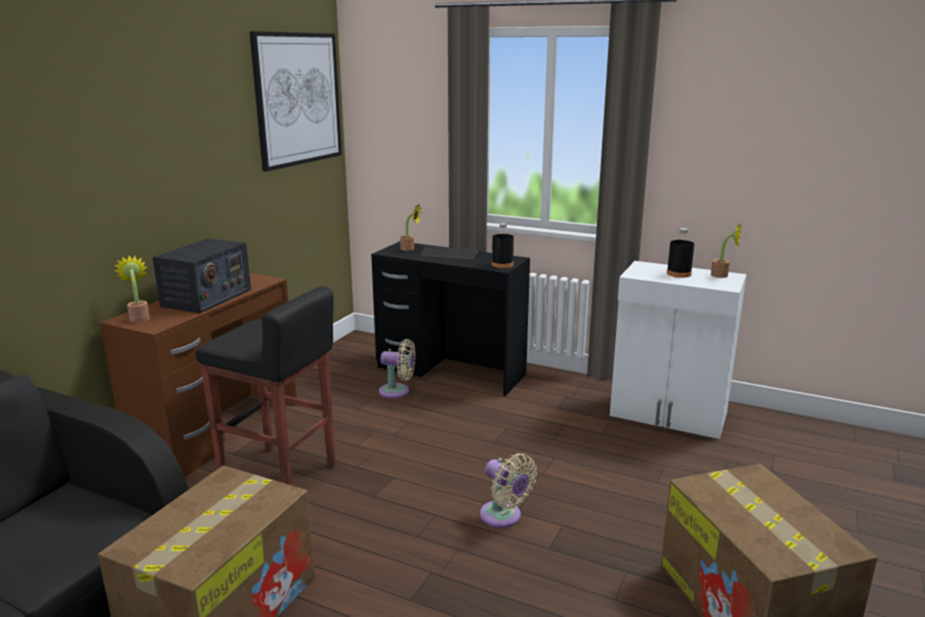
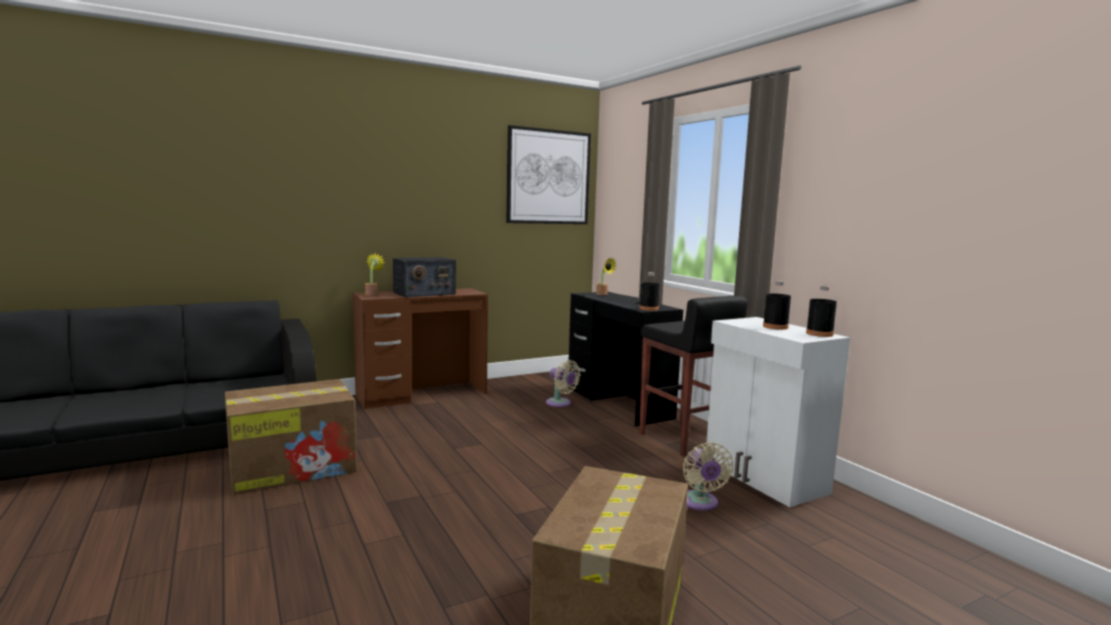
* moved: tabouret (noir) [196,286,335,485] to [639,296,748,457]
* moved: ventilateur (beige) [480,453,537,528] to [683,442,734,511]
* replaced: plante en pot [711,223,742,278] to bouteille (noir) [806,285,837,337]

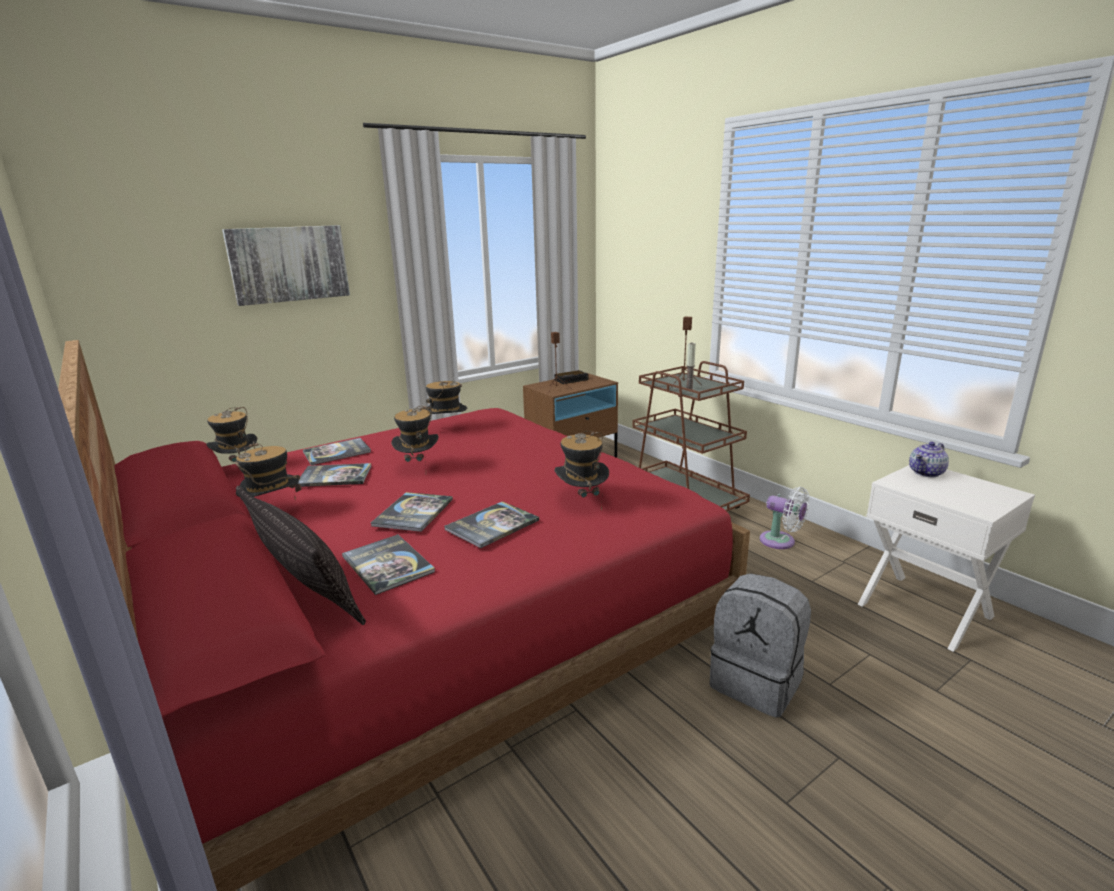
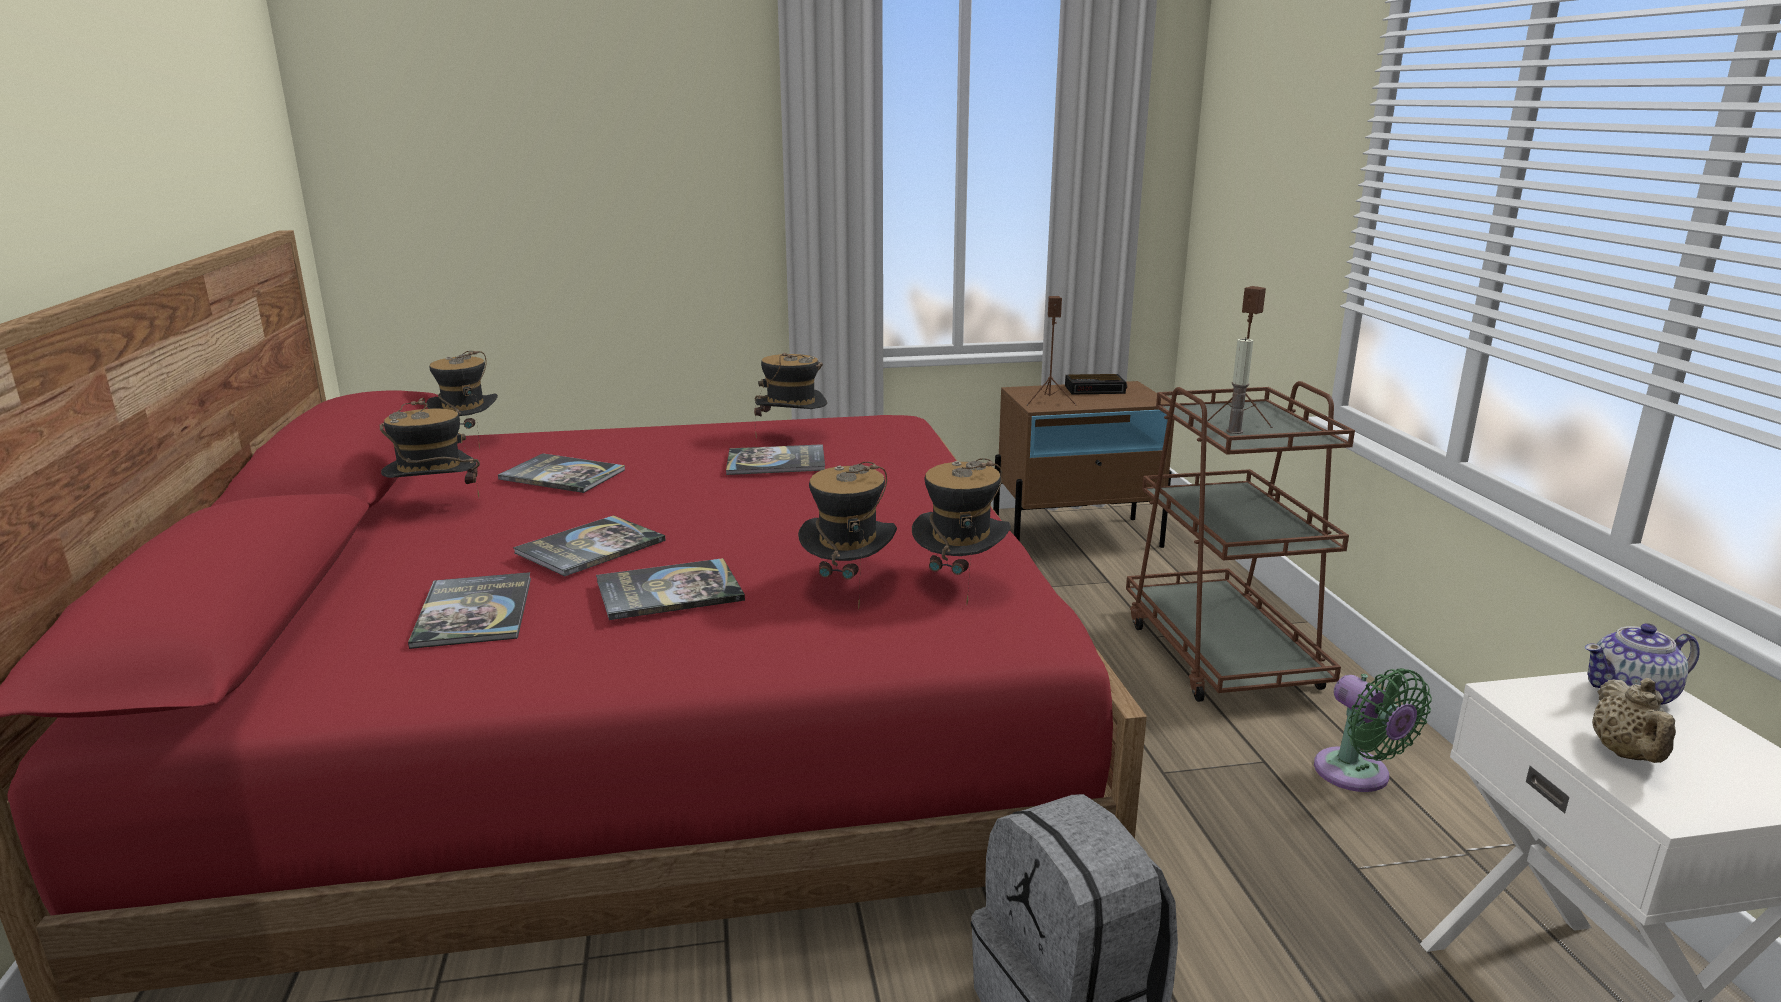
* removed: tableau [222,225,350,306]
* removed: coussin [236,486,366,625]
* moved: livre [303,438,371,465] to [726,444,825,475]
* moved: chapeau [391,406,439,464] to [912,458,1011,604]
* recoloured: ventilateur (blanc) [760,487,810,549] to ventilateur (vert) [1314,668,1432,792]
* added: théière (beige) [1592,678,1676,763]

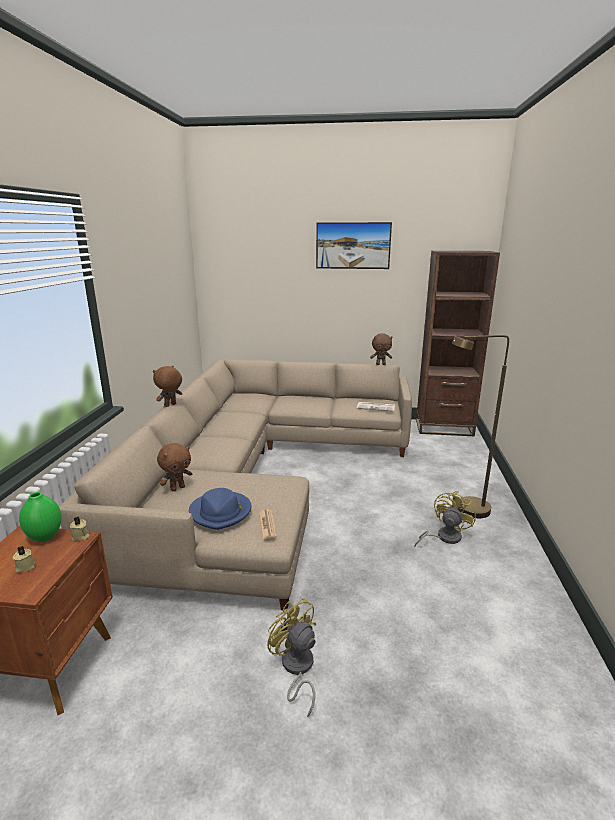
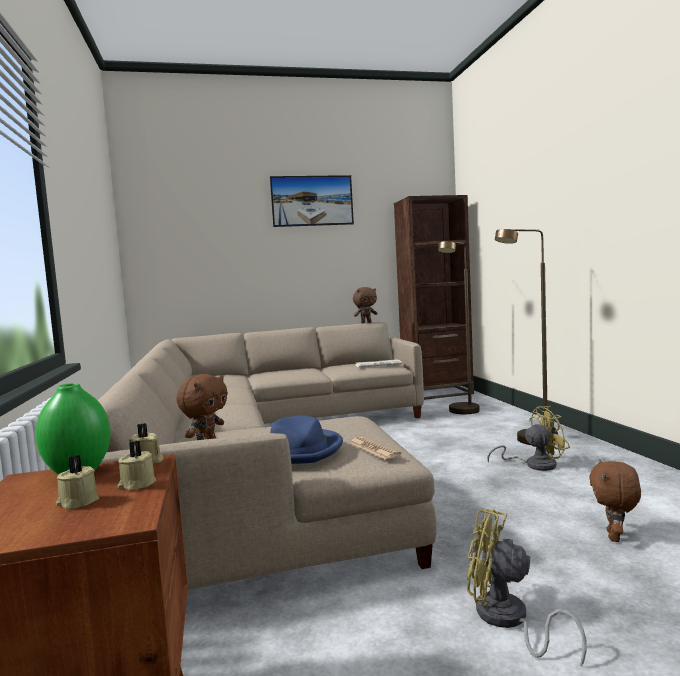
* moved: peluche (marron) [153,366,182,407] to [589,459,641,542]
* turned: ventilateur (jaune) [414,491,476,546] = [487,406,570,471] 60 degrees clockwise
* added: bougie (beige) [117,441,156,491]
* added: lampadaire (marron) [438,241,480,414]

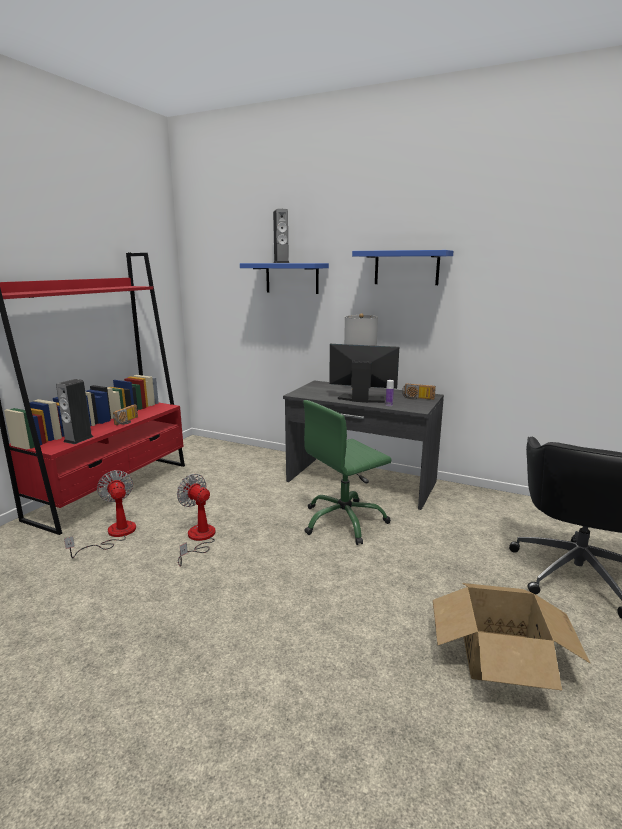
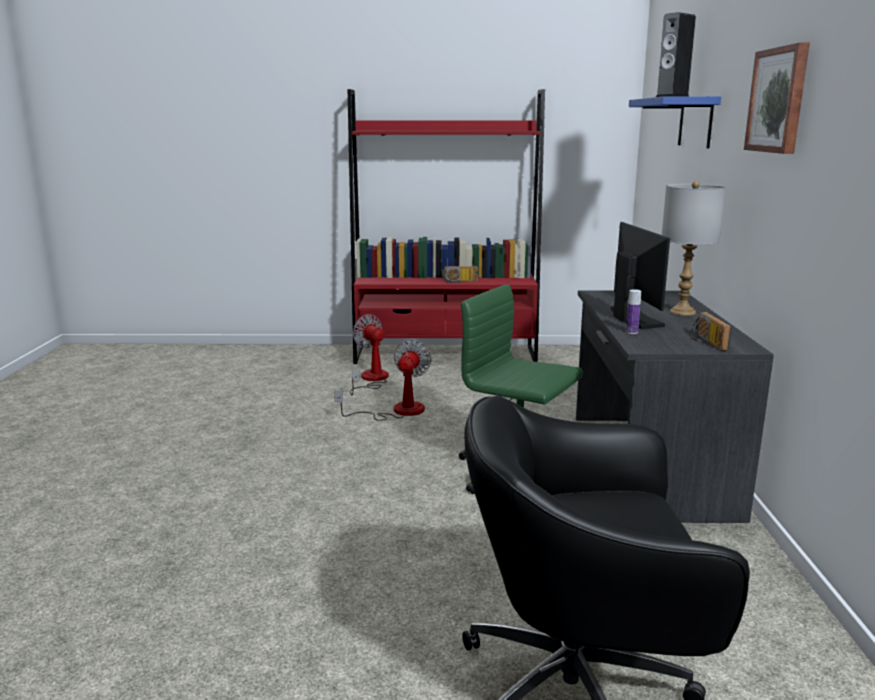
* removed: enceinte [56,379,93,444]
* turned: ventilateur [64,470,136,558] = [350,314,389,395] 75 degrees counterclockwise
* replaced: étagère (bleu) [352,250,454,285] to tableau [744,43,810,154]
* removed: carton [433,583,591,691]

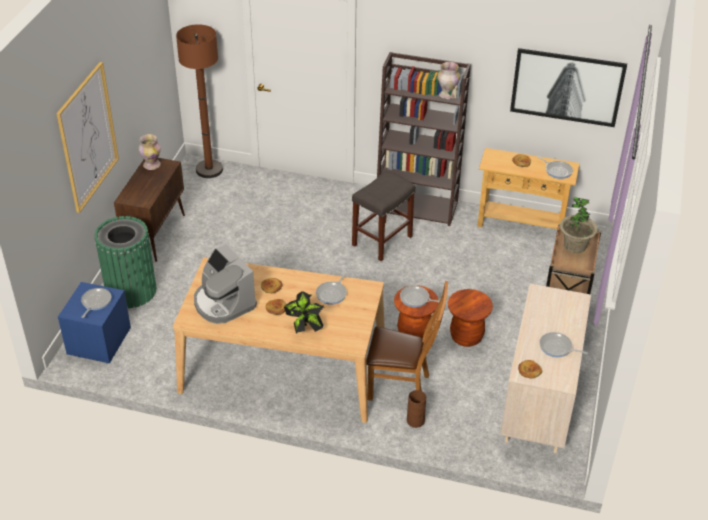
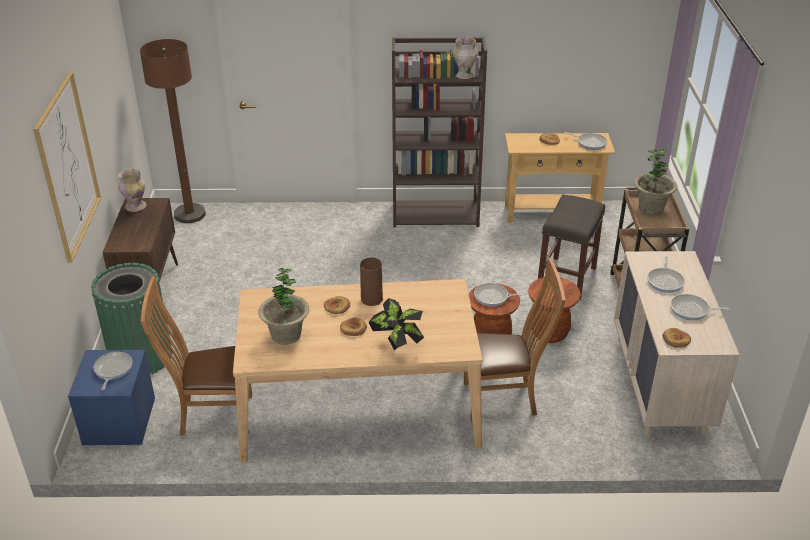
* replaced: machine à café [194,245,257,324] to plante en pot [258,268,309,345]
* moved: poêle [316,272,347,305] to [647,256,685,293]
* moved: tabouret (gris) [352,170,416,261] to [538,195,605,300]
* moved: vase (marron) [407,390,426,428] to [360,257,383,306]
* removed: tableau [510,48,627,127]
* added: chaise (marron) [141,276,252,436]

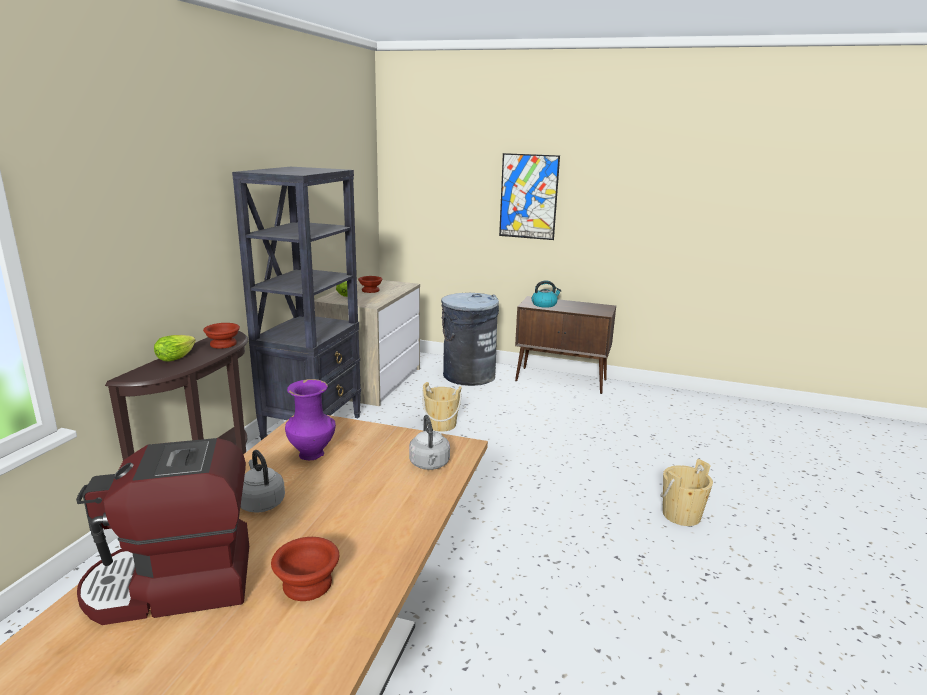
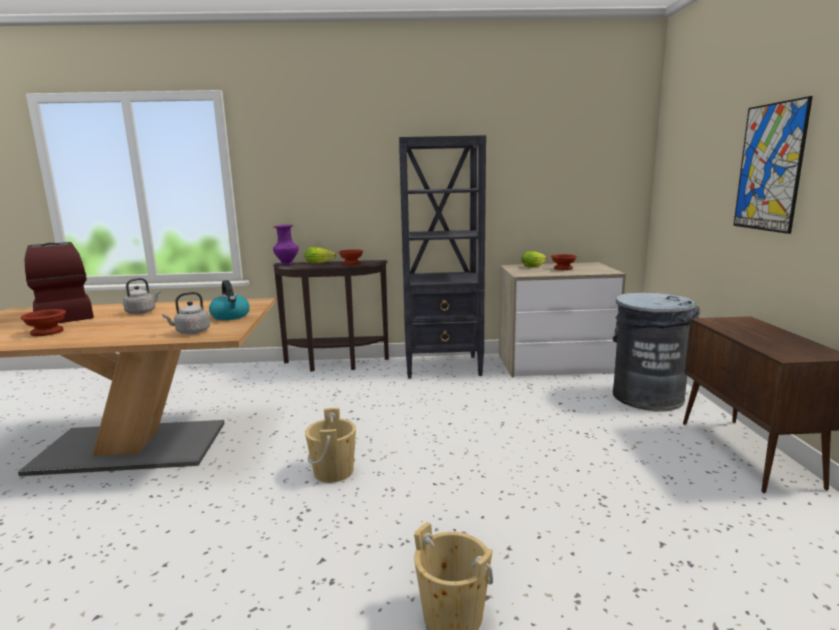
* moved: vase (violet) [285,379,336,460] to [273,225,299,265]
* moved: seau (beige) [422,382,462,432] to [305,408,356,483]
* moved: bouilloire [532,280,562,308] to [209,280,250,320]

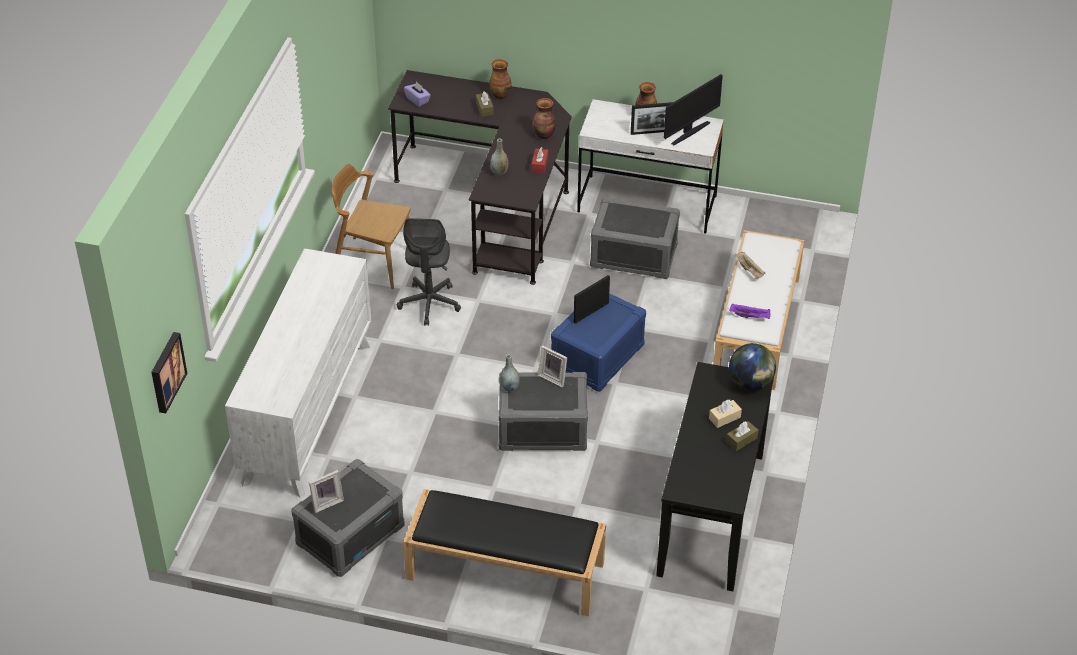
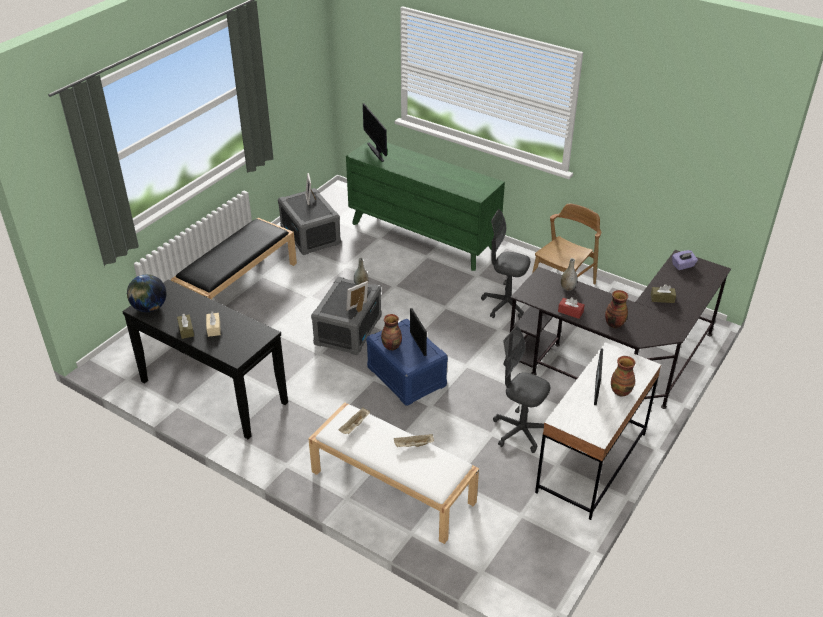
* removed: tableau [151,332,187,413]
* recoloured: commode (blanc) [225,248,371,498] to commode (vert) [346,139,505,271]
* moved: vase [489,59,512,99] to [381,314,402,350]
* replaced: boîte de rangement (gris) [590,198,680,279] to chaise de bureau (gris) [493,326,550,453]
* moved: écran d'ordinateur [664,74,723,145] to [363,103,387,162]
* moved: globe [729,343,776,390] to [127,274,166,312]
* recoloured: plateau (violet) [730,304,771,319] to plateau (beige) [339,407,370,435]

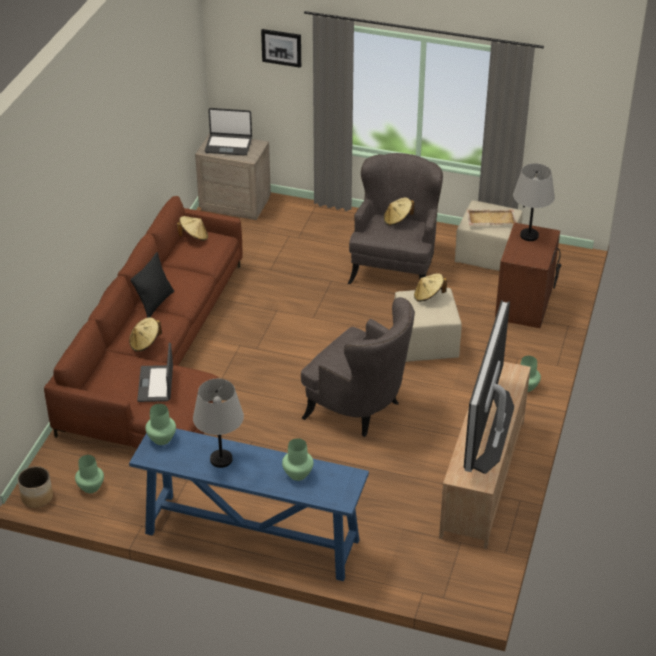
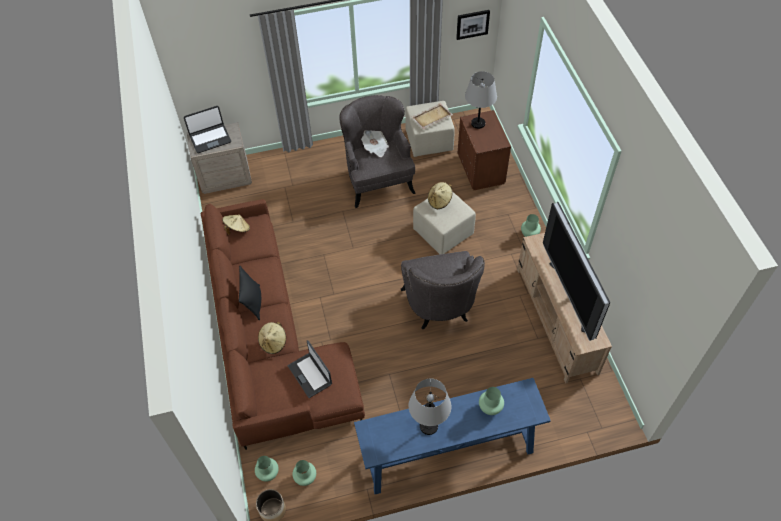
* moved: vase (vert) [145,404,176,445] to [255,456,279,482]
* moved: tableau [261,29,301,68] to [456,10,490,40]
* turned: fauteuil (gris) [301,297,415,437] = [401,251,485,329] 75 degrees clockwise
* replaced: chapeau (beige) [384,197,414,226] to journal [361,130,389,157]

